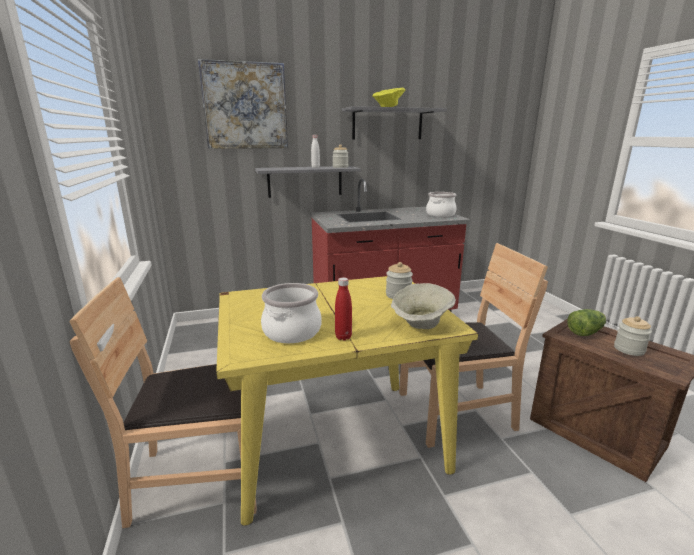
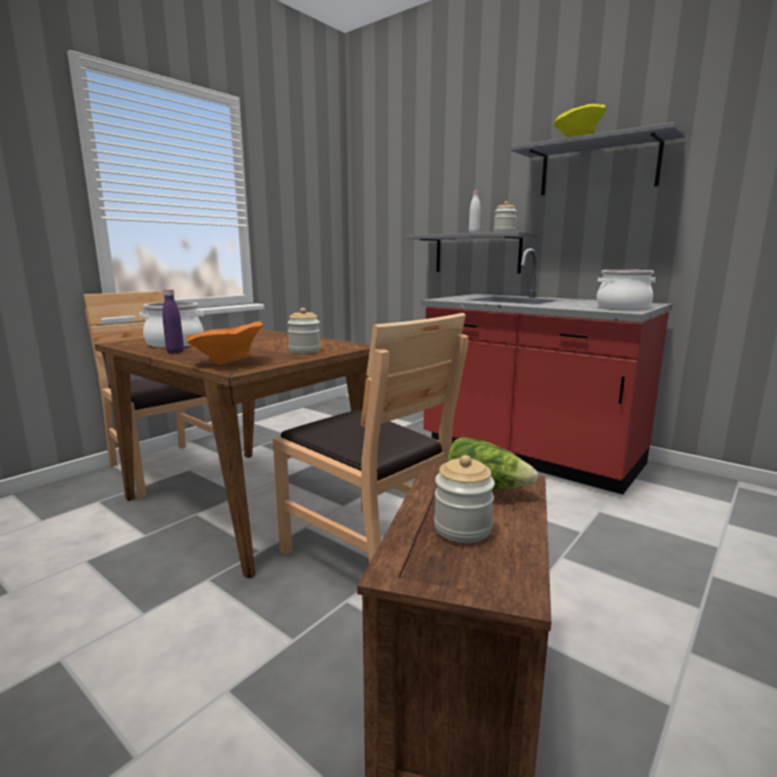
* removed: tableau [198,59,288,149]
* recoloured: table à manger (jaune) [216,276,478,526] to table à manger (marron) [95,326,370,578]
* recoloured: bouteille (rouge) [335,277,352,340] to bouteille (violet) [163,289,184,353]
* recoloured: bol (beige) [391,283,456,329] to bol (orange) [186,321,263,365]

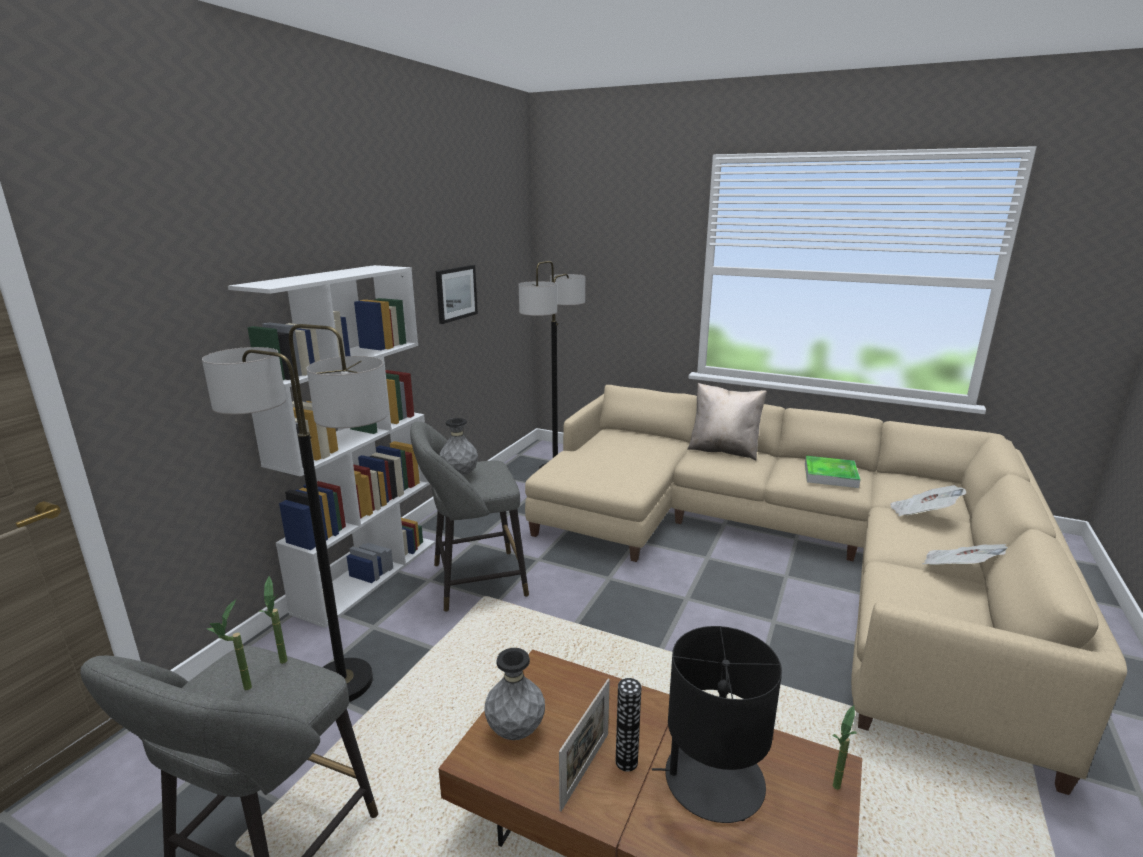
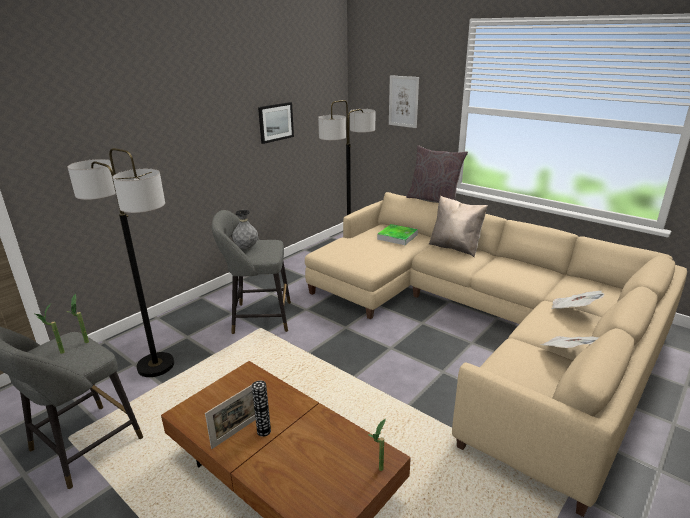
* removed: bibliothèque (blanc) [228,265,435,628]
* removed: vase (gris) [484,648,545,740]
* removed: lampe de table (noir) [652,626,782,823]
* moved: plateau [805,456,861,488] to [377,224,418,245]
* added: tableau [389,75,419,128]
* added: coussin (gris) [406,145,468,202]

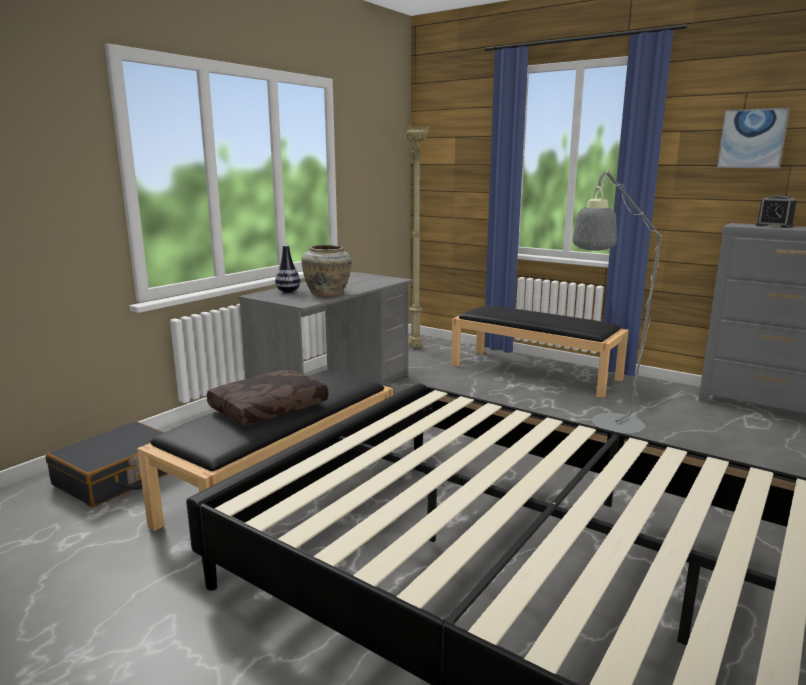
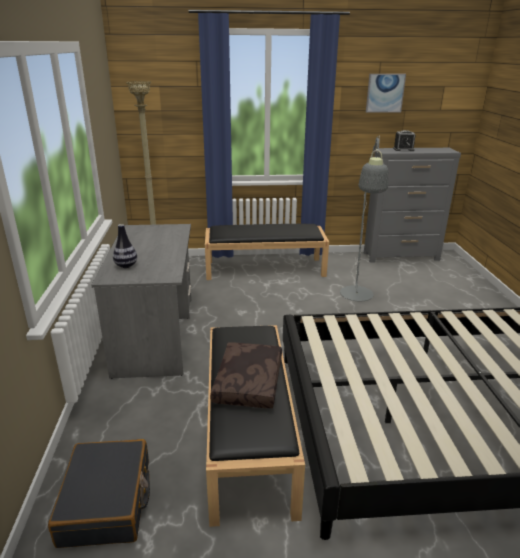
* removed: vase (beige) [301,245,352,297]

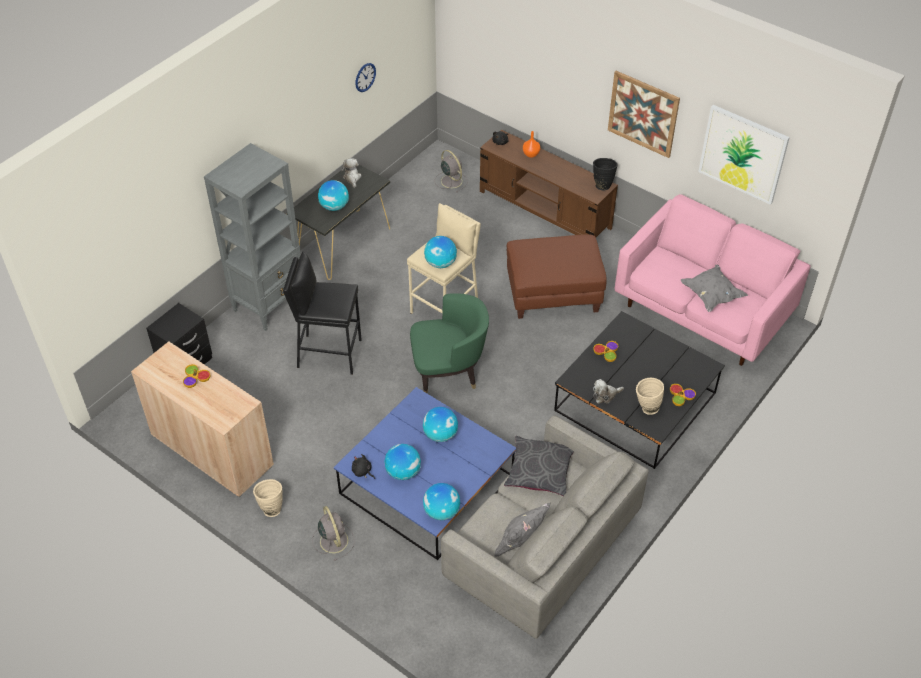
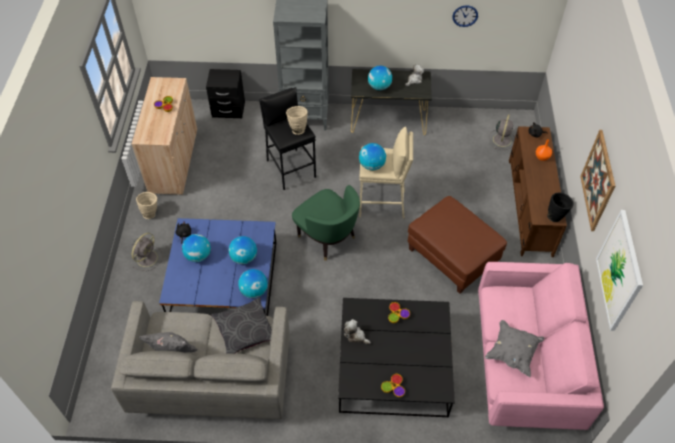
* moved: globe [423,483,460,520] to [238,269,268,298]
* moved: vase (beige) [636,378,664,415] to [286,106,308,135]

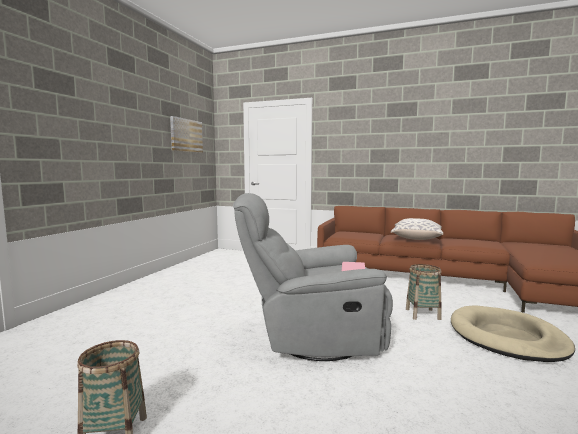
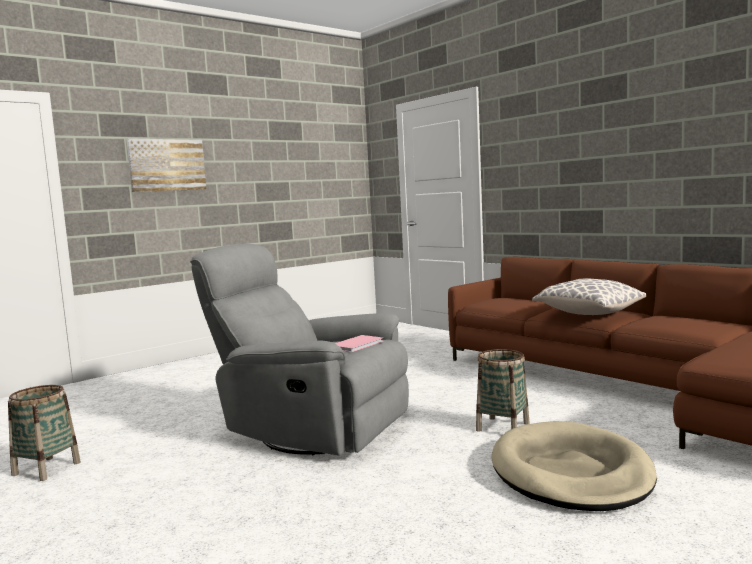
* moved: tableau [170,116,203,153] to [126,138,206,192]

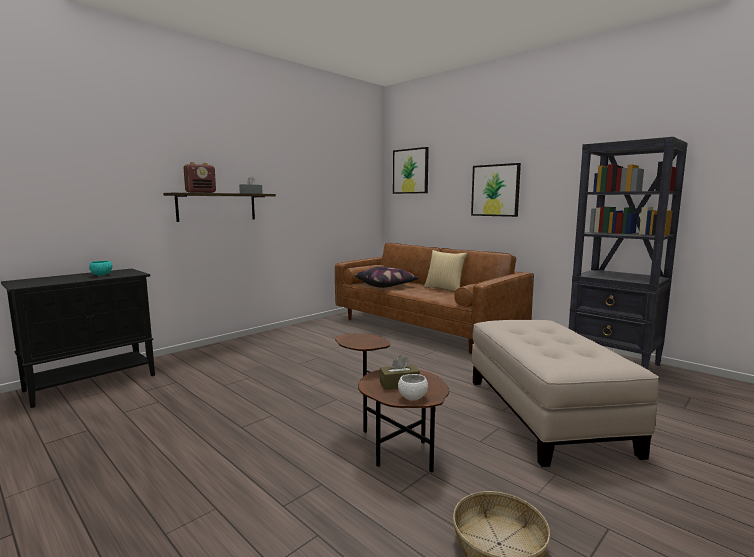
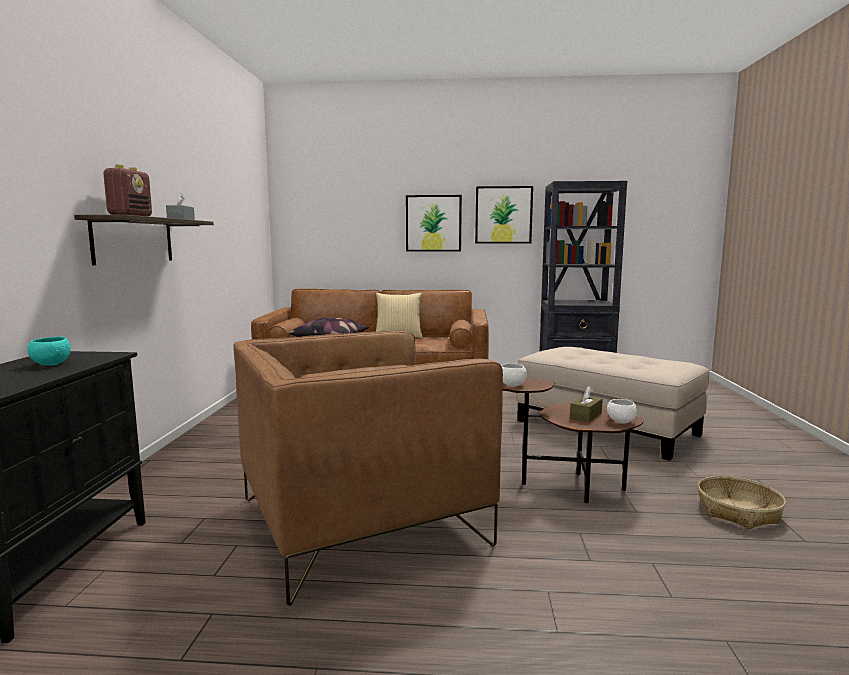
* moved: tableau [393,147,429,194] to [475,186,533,244]
* added: fauteuil (marron) [233,330,503,606]
* added: bol (blanc) [501,363,527,386]

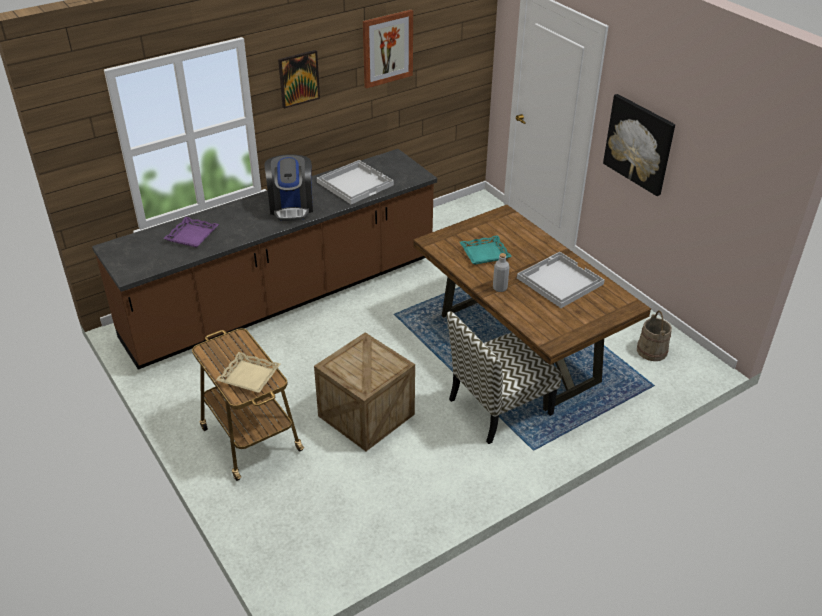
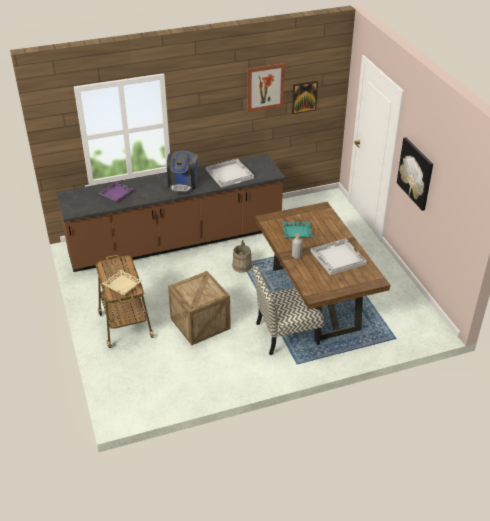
* moved: tableau [278,50,320,109] to [292,81,318,114]
* moved: seau (beige) [637,311,672,361] to [232,240,252,273]

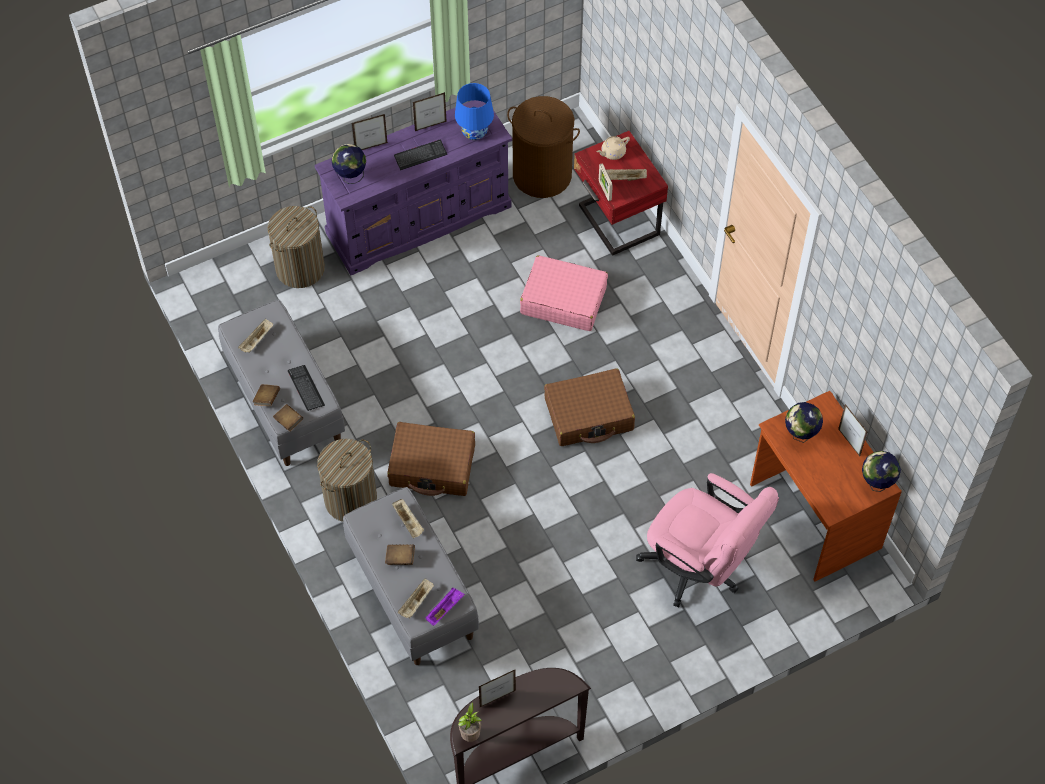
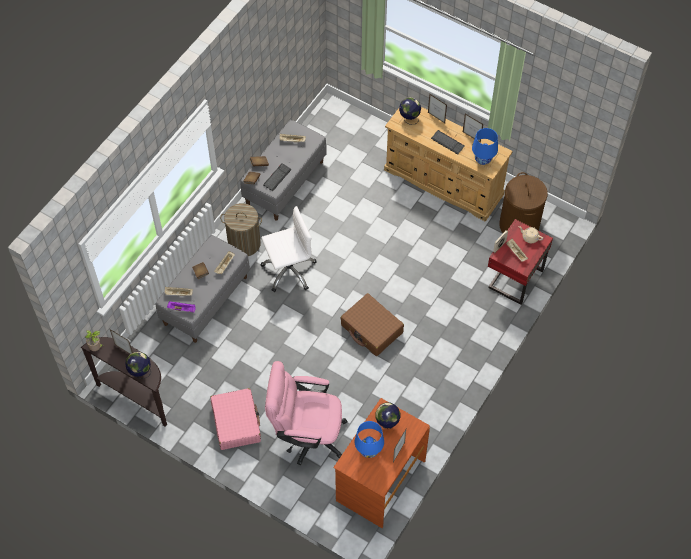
* removed: panier à linge [267,206,325,288]
* recoloured: commode (violet) [314,100,512,275] to commode (beige) [384,107,513,222]
* replaced: valise (marron) [387,422,475,496] to chaise de bureau (blanc) [261,206,317,292]
* moved: valise (rose) [520,255,608,331] to [210,388,261,450]
* turned: chaise de bureau (rose) [636,473,779,607] = [265,361,348,465] 90 degrees clockwise
* moved: globe [862,451,901,492] to [125,352,151,379]
* added: lampe de table (bleu) [355,421,384,458]

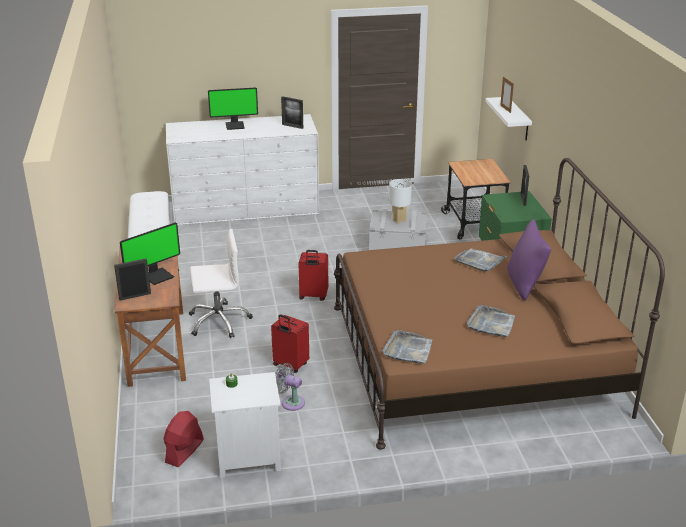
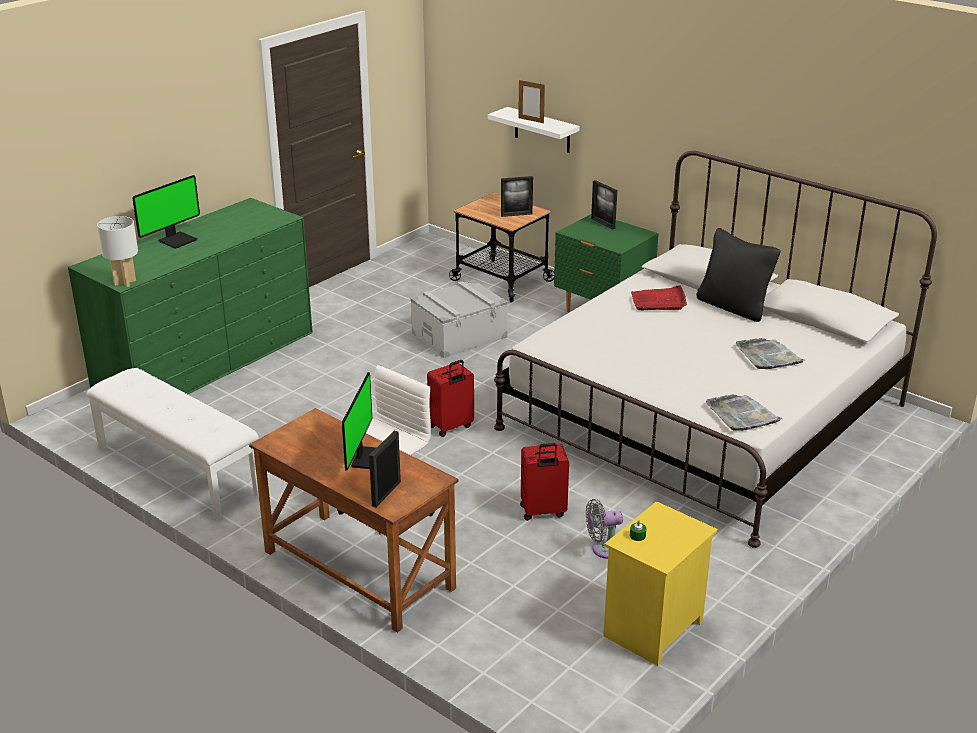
* removed: ventilateur (rouge) [163,411,204,467]
* recoloured: commode (blanc) [166,114,319,225] to commode (vert) [68,198,313,394]
* recoloured: table de chevet (blanc) [209,372,281,478] to table de chevet (jaune) [603,501,717,666]
* moved: cadre photo [281,96,303,129] to [501,176,533,217]
* recoloured: lit (marron) [334,158,665,450] to lit (blanc) [494,151,937,548]
* moved: lampe de table (blanc) [389,179,412,224] to [97,216,138,287]
* recoloured: plateau (gris) [454,249,507,272] to plateau (rouge) [631,285,687,311]
* recoloured: coussin (violet) [507,219,551,300] to coussin (noir) [696,228,781,322]

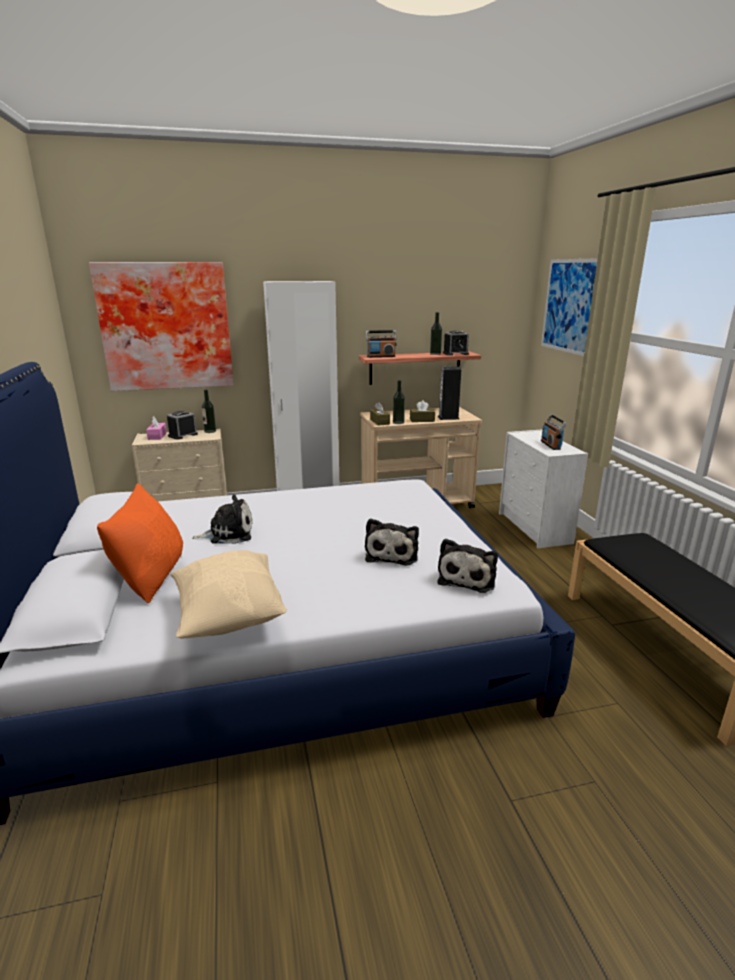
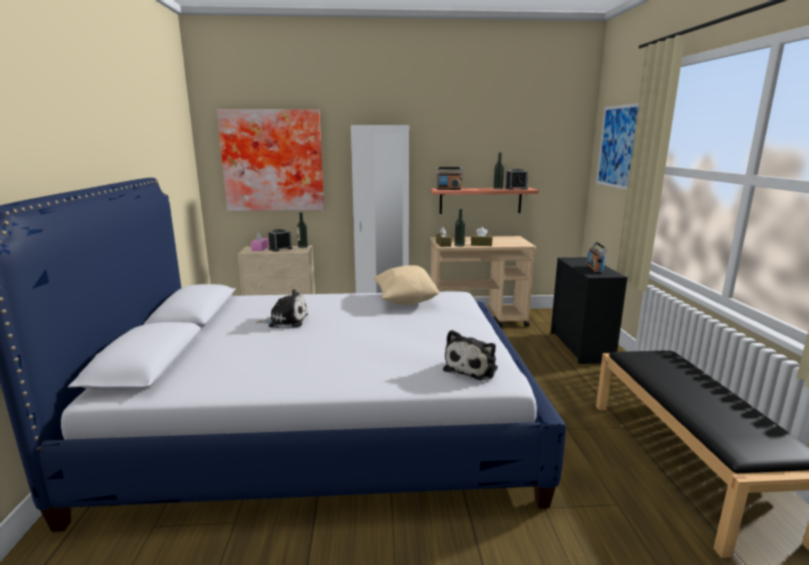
* removed: coussin (orange) [97,483,183,603]
* moved: coussin (beige) [171,550,287,639] to [373,265,440,305]
* removed: peluche [365,519,419,566]
* removed: enceinte [438,366,461,420]
* recoloured: commode (blanc) [499,430,588,548] to commode (noir) [551,257,628,364]

